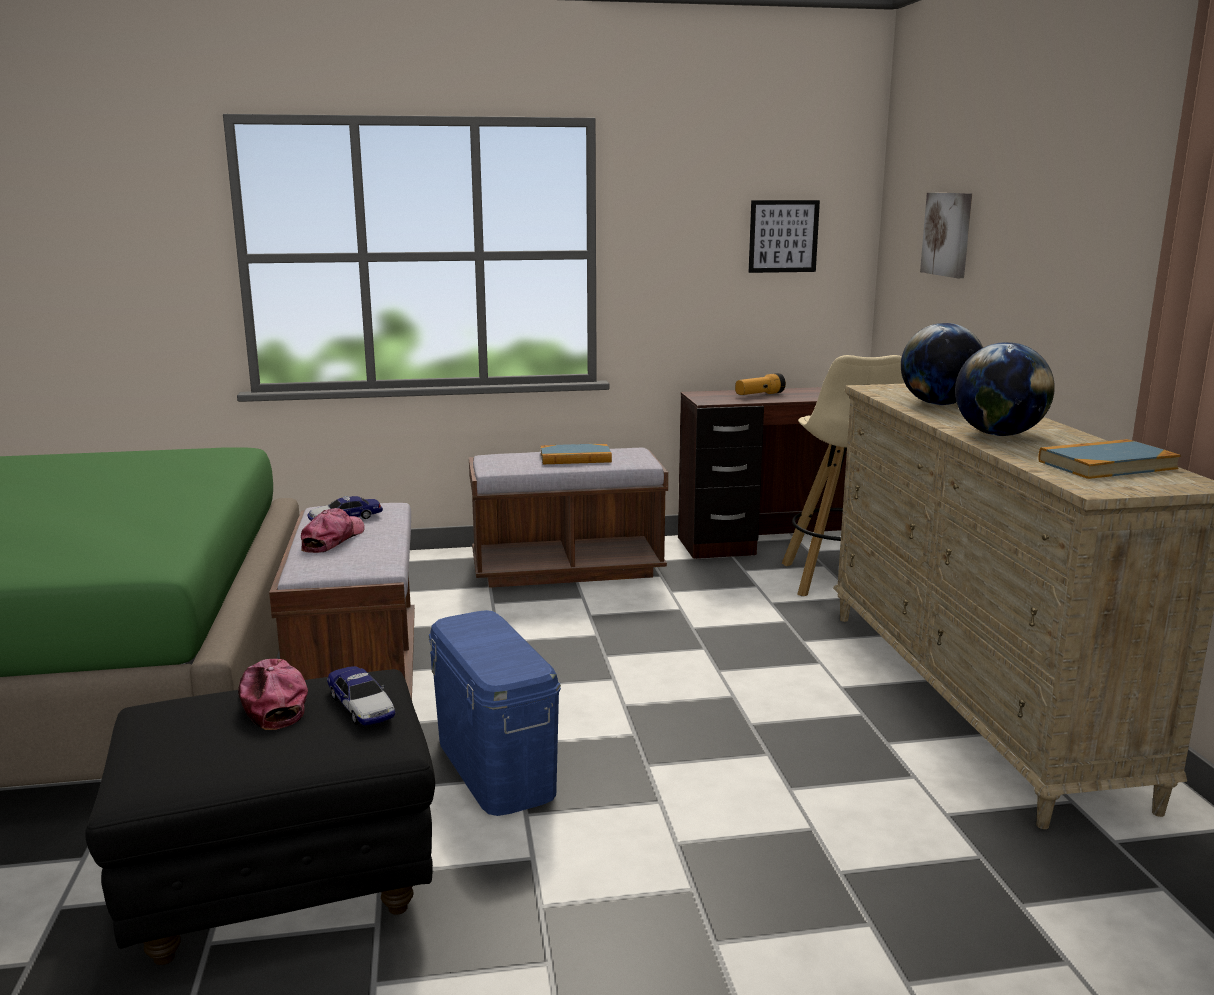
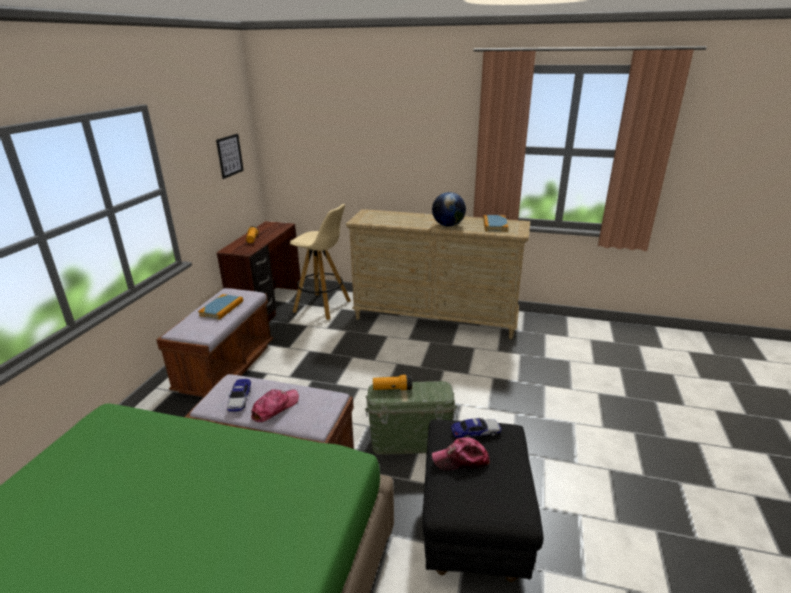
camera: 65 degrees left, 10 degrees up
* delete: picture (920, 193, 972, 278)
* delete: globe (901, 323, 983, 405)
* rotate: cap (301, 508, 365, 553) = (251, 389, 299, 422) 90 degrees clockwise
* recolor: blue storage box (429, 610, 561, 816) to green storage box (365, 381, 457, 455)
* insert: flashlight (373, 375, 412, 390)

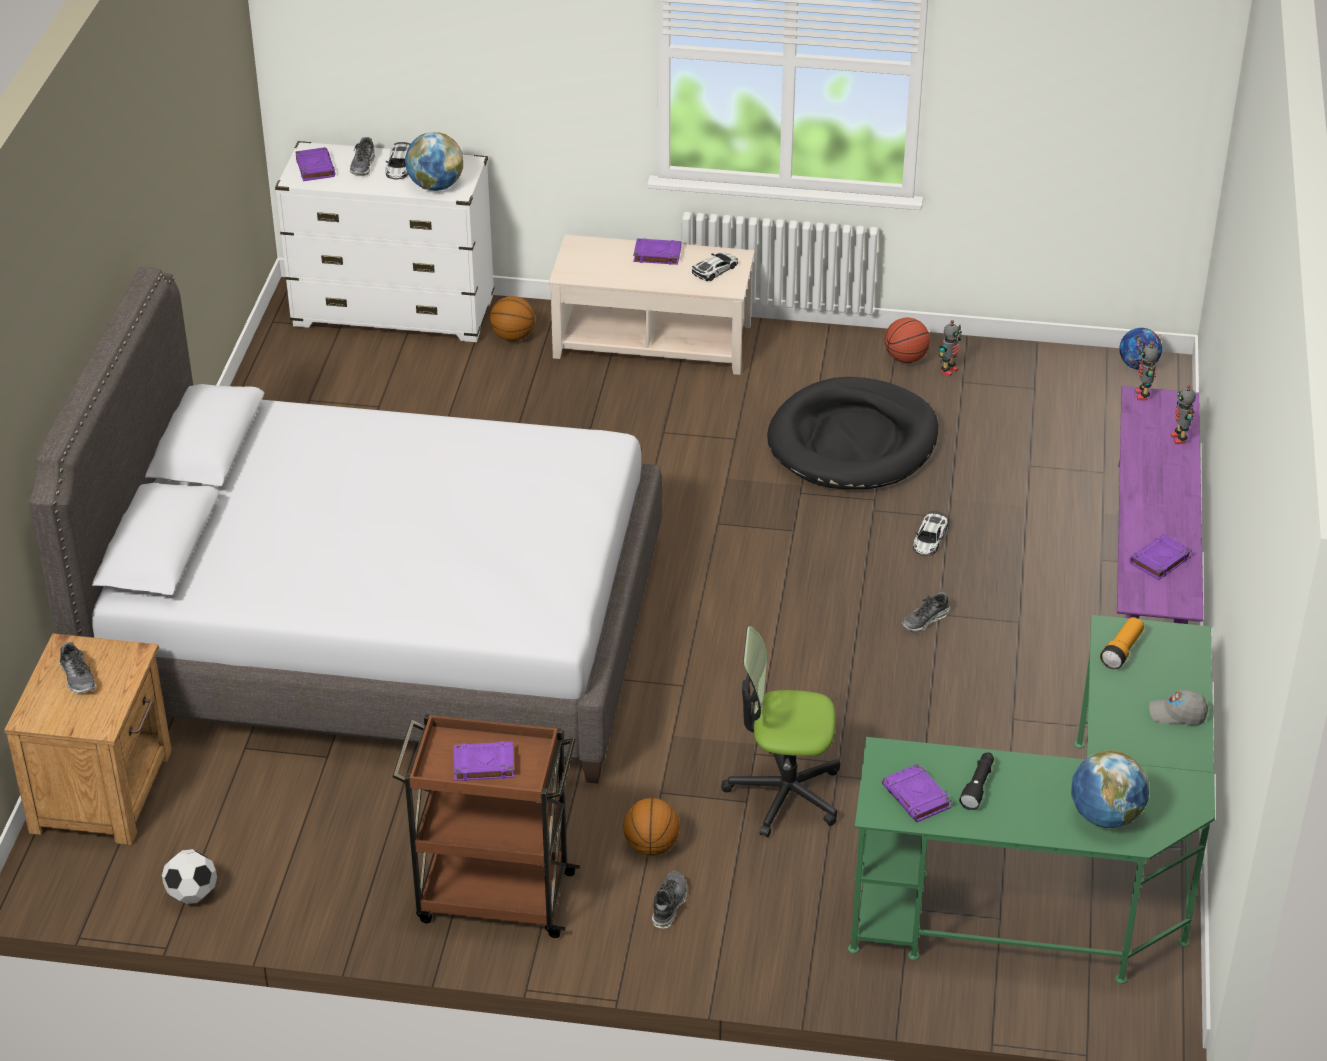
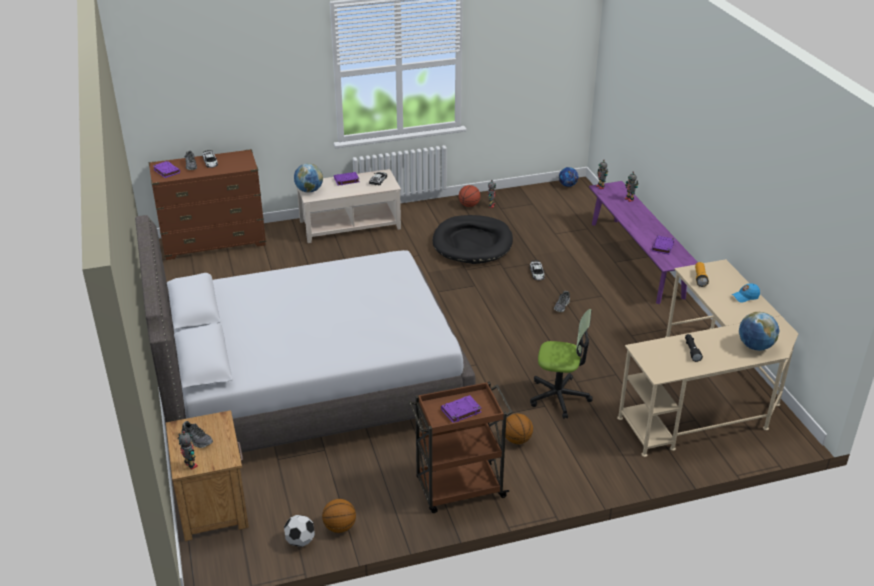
camera: 25 degrees left, 5 degrees down
* move: globe (405, 132, 463, 191) to (294, 163, 323, 193)
* recolor: white dresser (275, 141, 494, 342) to brown dresser (149, 149, 266, 260)
* move: basketball (490, 296, 535, 341) to (322, 499, 356, 533)
* recolor: green desk (848, 615, 1215, 984) to beige desk (617, 259, 799, 457)
* rotate: office chair (721, 626, 840, 837) = (530, 309, 593, 419) 150 degrees counterclockwise
* recolor: grey cap (1149, 690, 1208, 726) to blue cap (732, 284, 760, 303)
* delete: purple book (882, 764, 952, 822)
* delete: shoe (652, 871, 687, 929)
* insert: toy robot (178, 431, 198, 470)

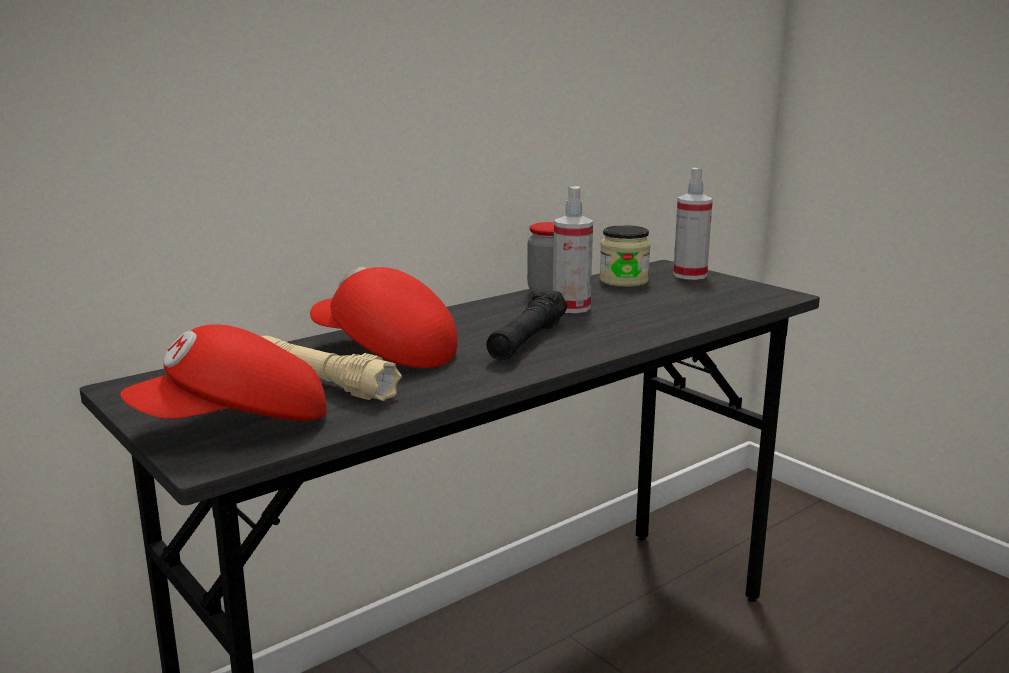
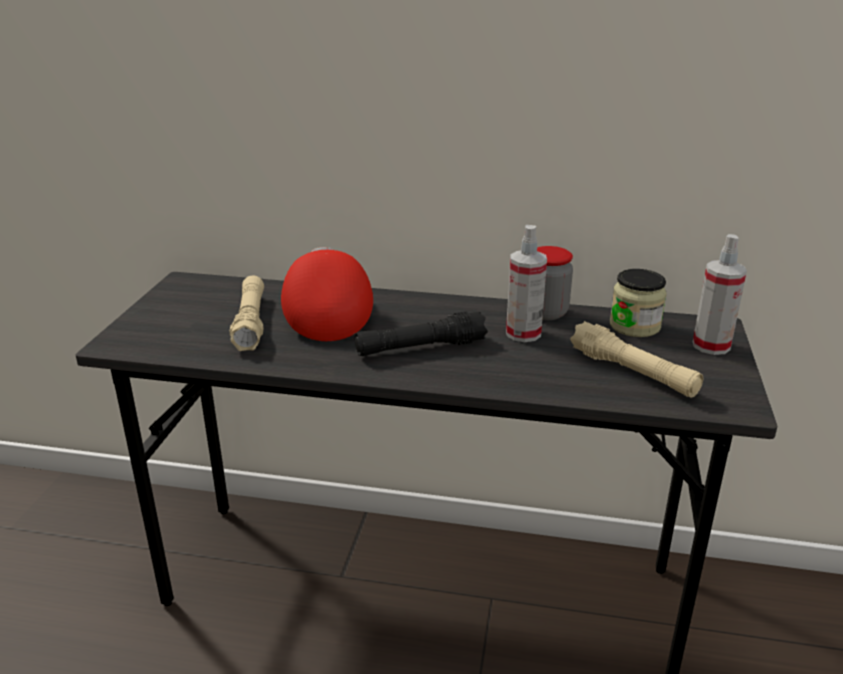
camera: 50 degrees right, 10 degrees up
* delete: red cap (120, 324, 327, 421)
* insert: beige flashlight (570, 321, 703, 398)

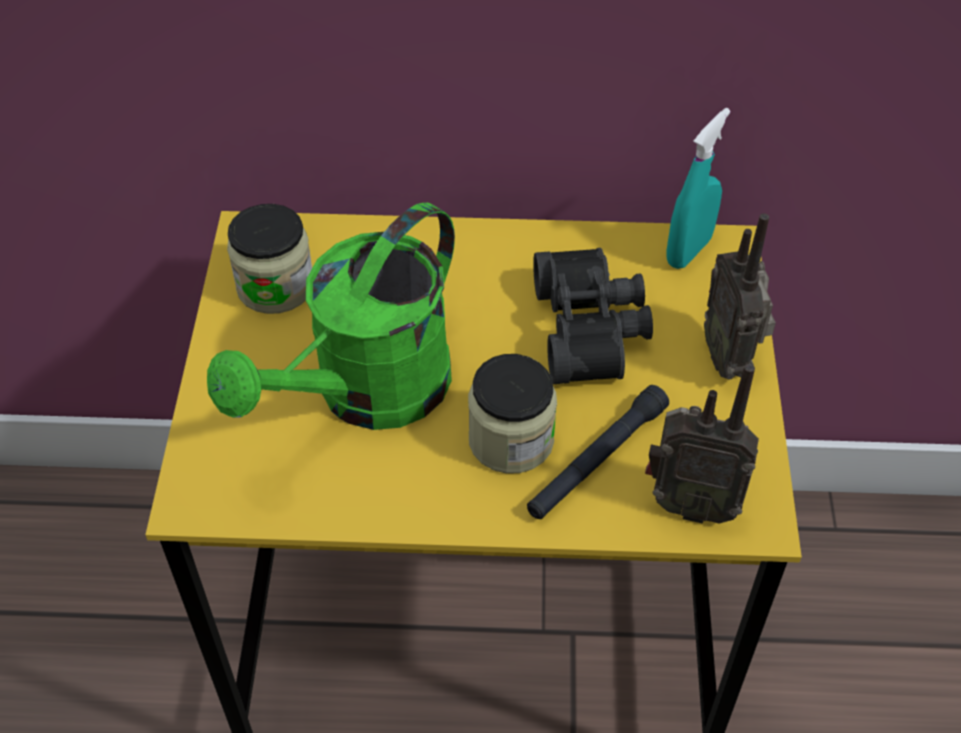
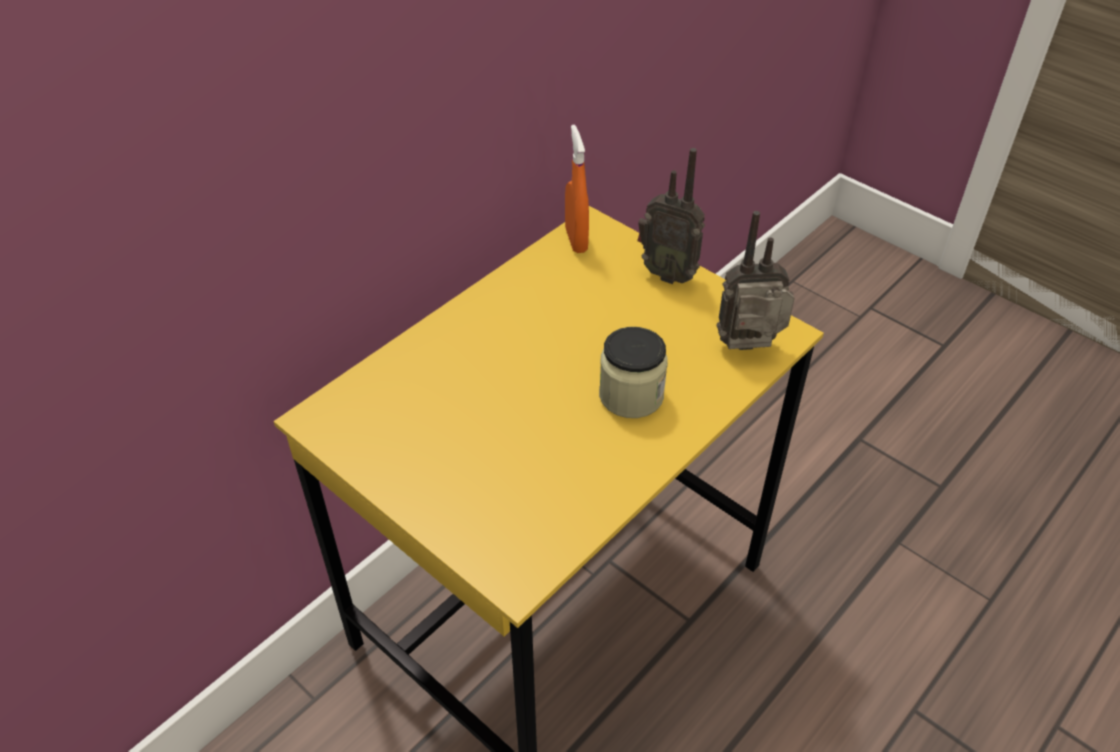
camera: 50 degrees left, 5 degrees down
* recolor: turquoise spray bottle (666, 108, 730, 269) to orange spray bottle (565, 125, 589, 253)
* delete: green watering can (207, 203, 455, 430)
* delete: jar (227, 204, 312, 314)
* delete: black binoculars (533, 248, 653, 384)
* rotate: radio (645, 364, 759, 524) = (716, 211, 795, 350) 150 degrees counterclockwise
* delete: black flashlight (527, 385, 669, 519)

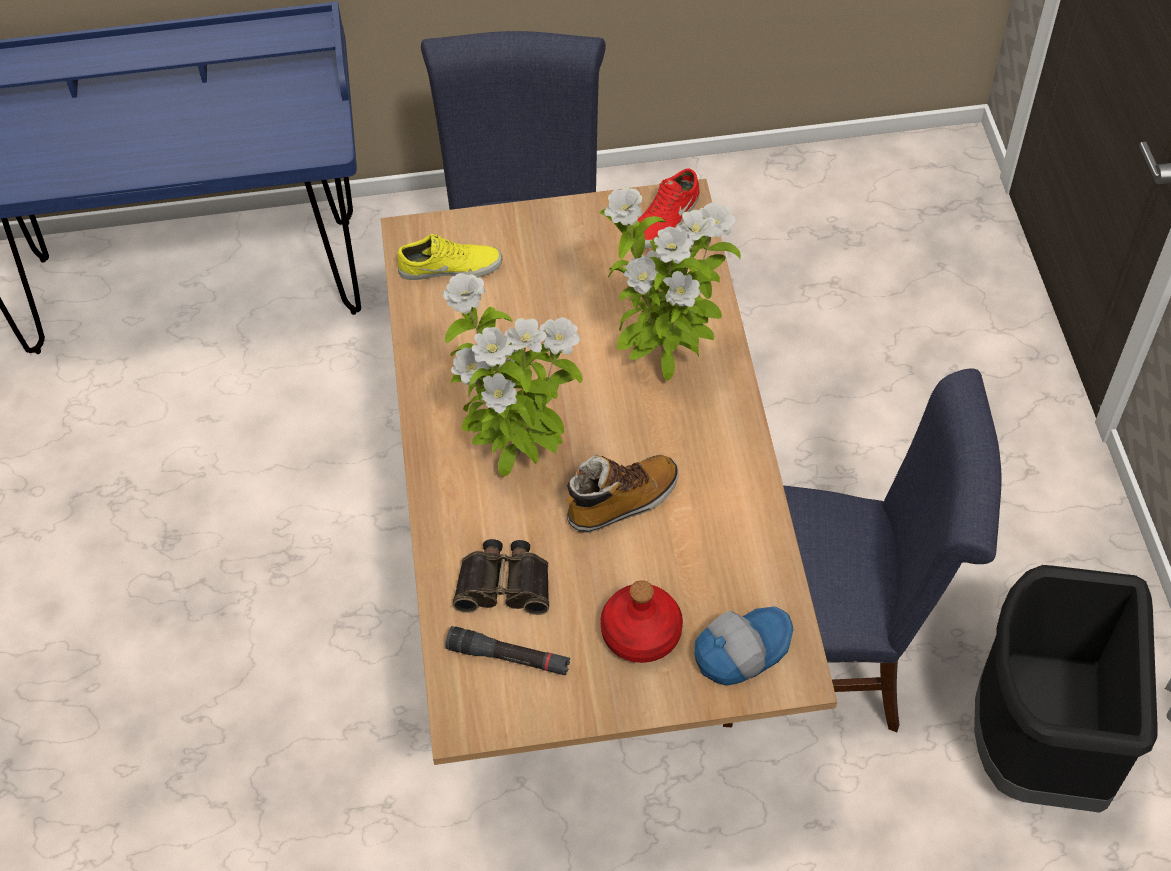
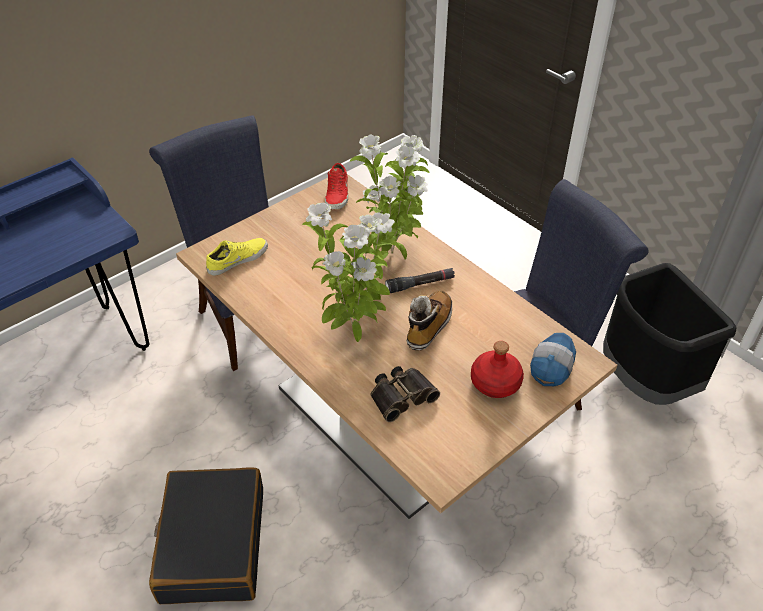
camera: 35 degrees left, 10 degrees down
* move: black flashlight (445, 626, 570, 675) to (385, 268, 455, 293)
* insert: black suitcase (149, 467, 263, 604)

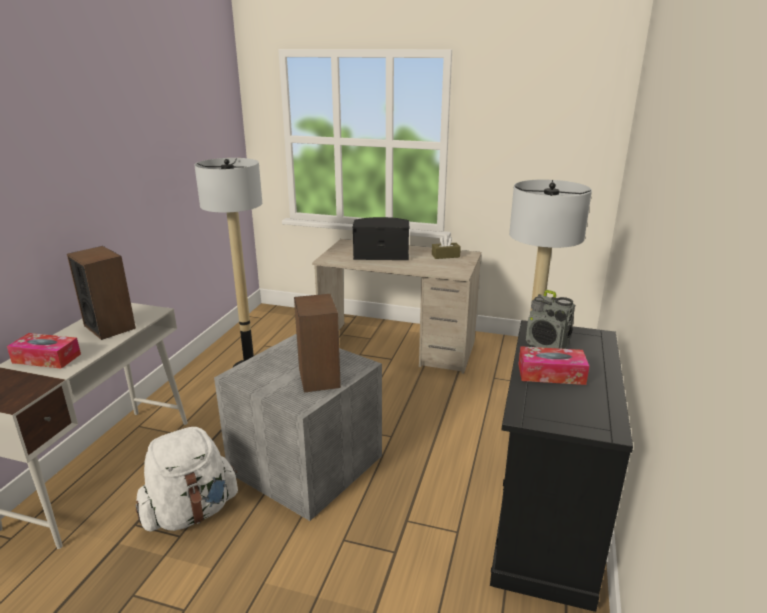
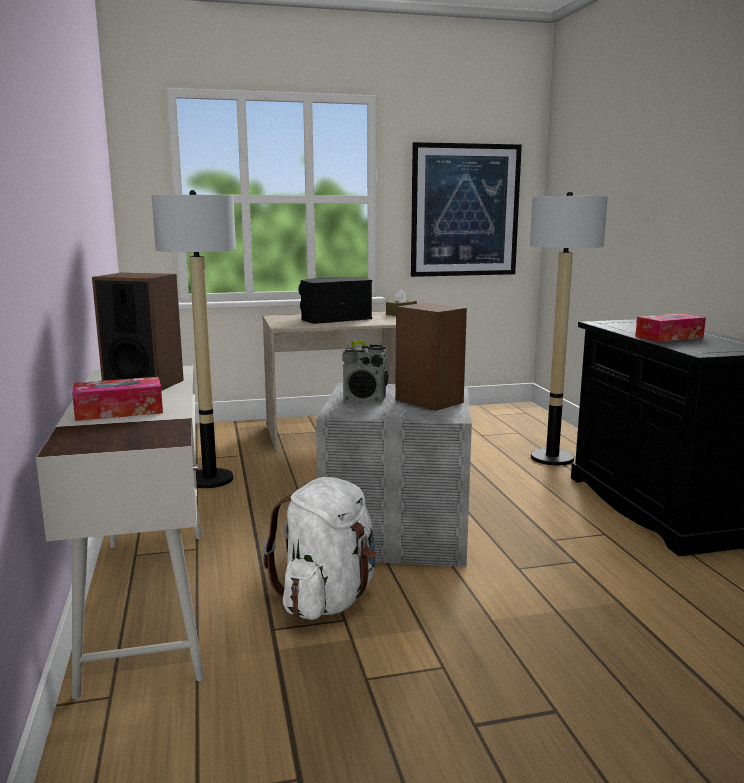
camera: 30 degrees left, 10 degrees down
* move: radio (526, 290, 575, 349) to (342, 340, 388, 403)
* insert: picture (411, 142, 522, 277)

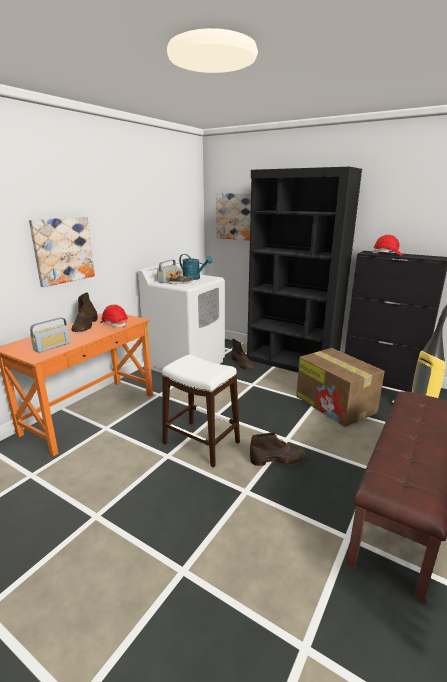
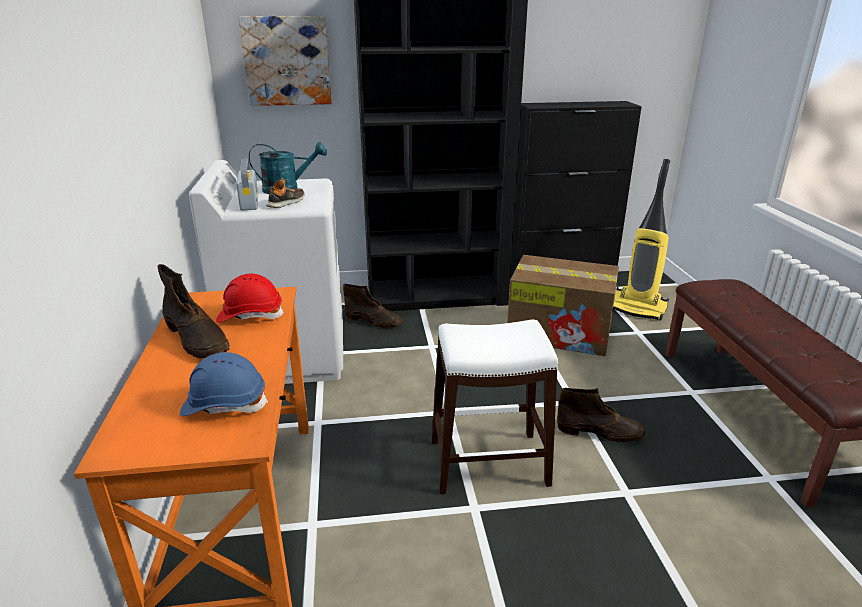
camera: 40 degrees left, 5 degrees up
* delete: picture (29, 216, 95, 287)
* delete: red hard hat (372, 235, 402, 256)
* replace: radio (30, 317, 70, 353) to blue hard hat (180, 352, 268, 416)
* rotate: brown boot (250, 431, 306, 466) = (557, 388, 645, 442) 60 degrees clockwise

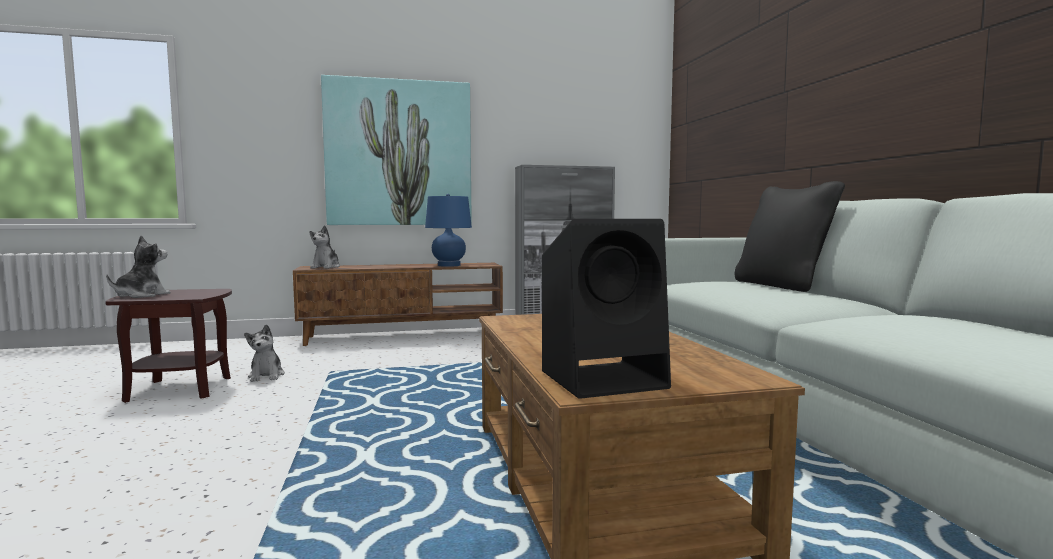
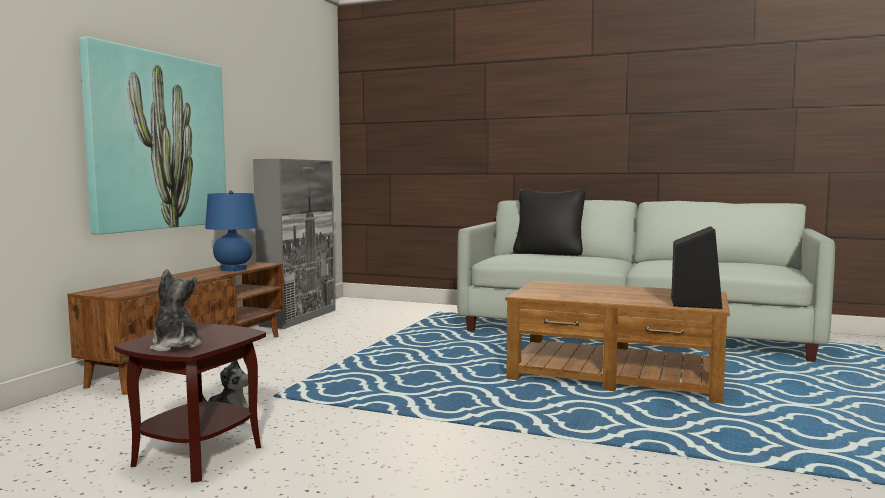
camera: 55 degrees left, 0 degrees up
* delete: plush toy (309, 225, 340, 269)

